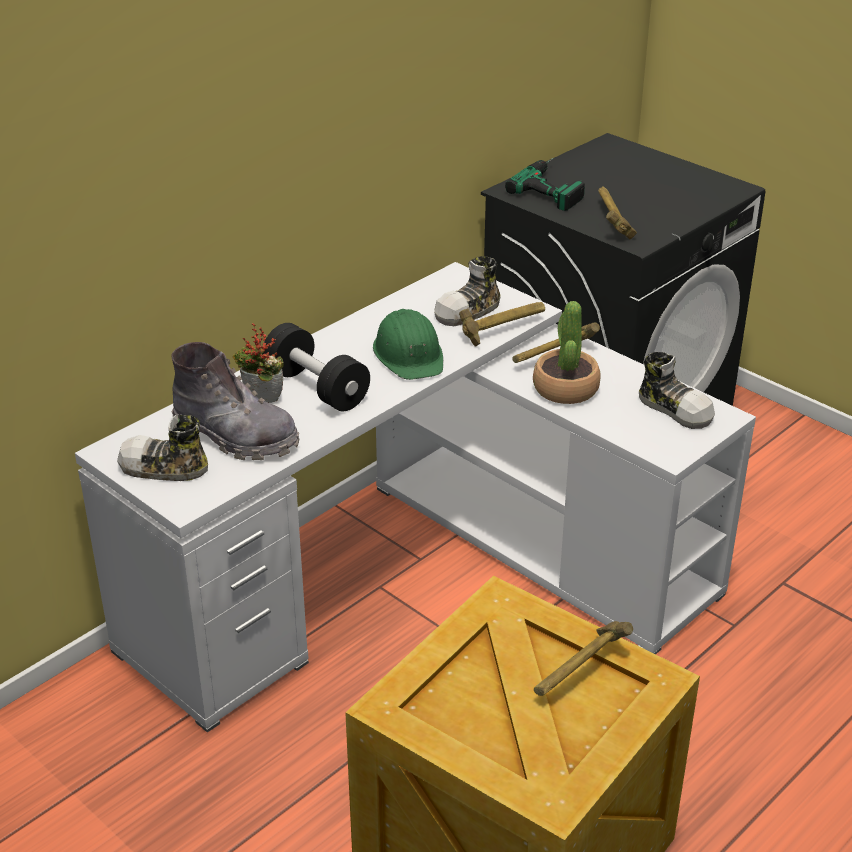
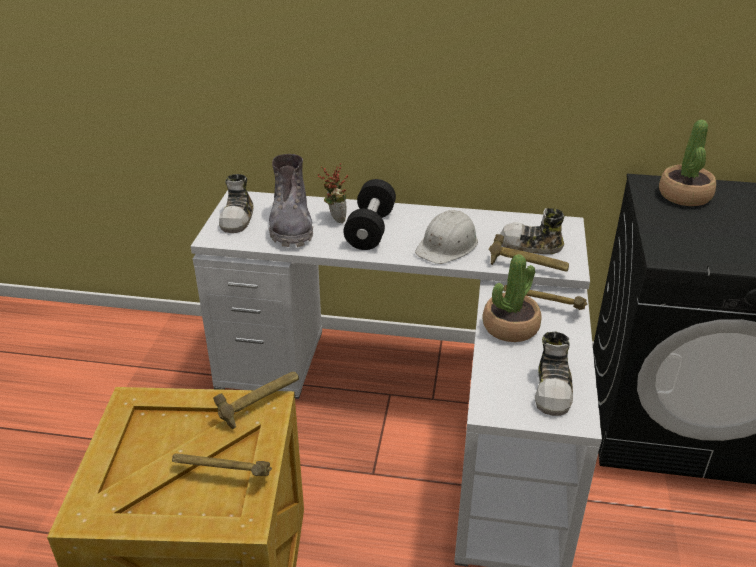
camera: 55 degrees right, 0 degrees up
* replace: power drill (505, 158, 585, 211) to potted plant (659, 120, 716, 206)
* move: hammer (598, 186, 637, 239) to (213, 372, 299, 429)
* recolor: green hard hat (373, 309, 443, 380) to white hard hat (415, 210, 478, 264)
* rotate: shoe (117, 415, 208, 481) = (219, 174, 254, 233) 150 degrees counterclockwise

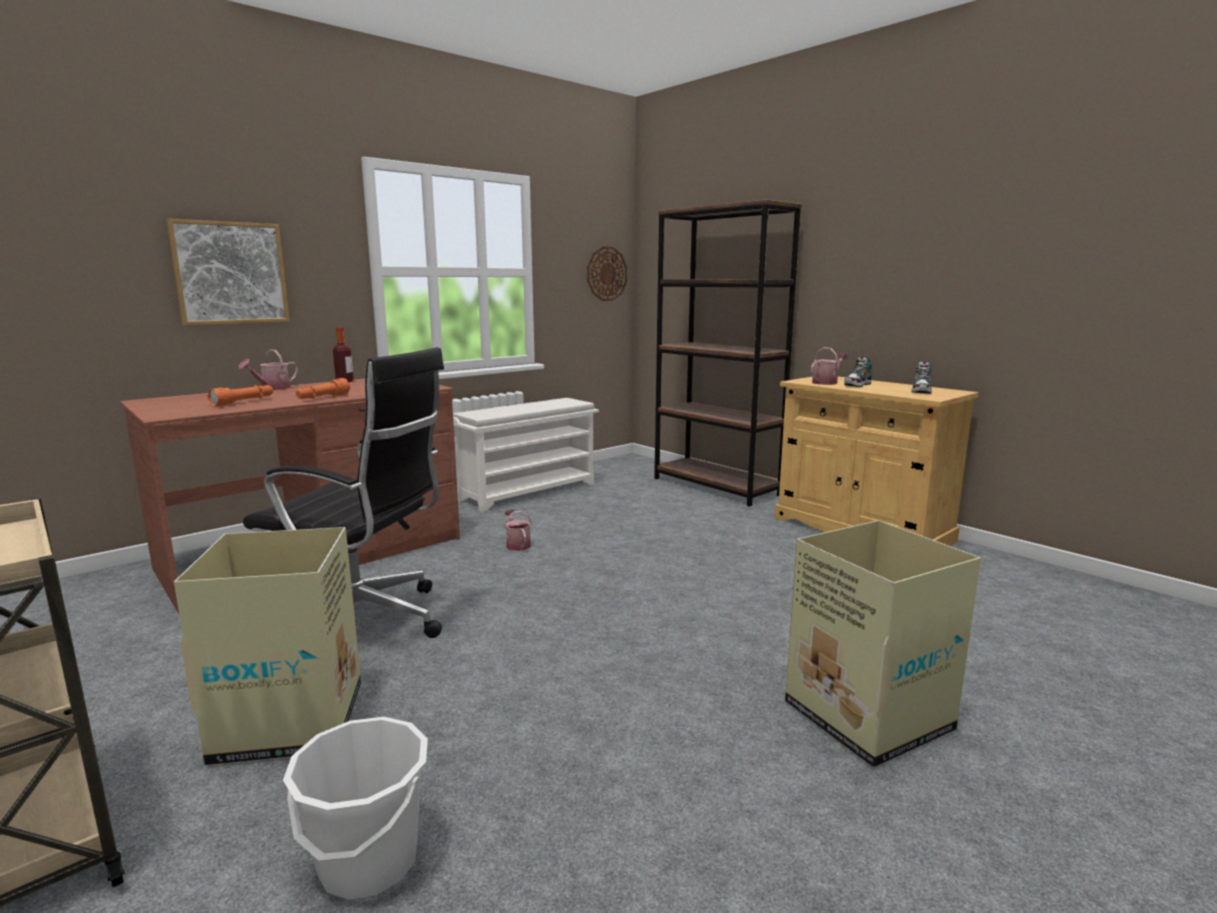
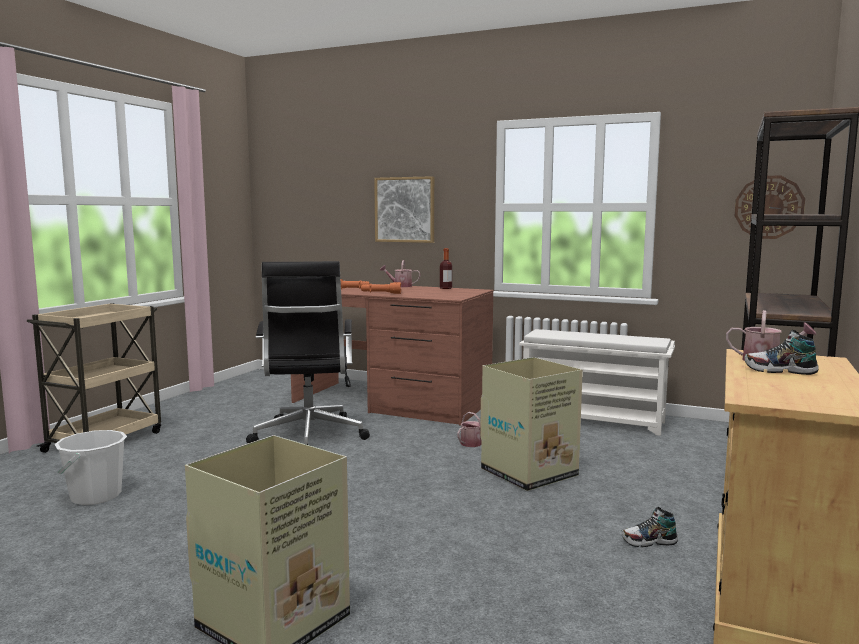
camera: 65 degrees right, 5 degrees down
* move: shoe (912, 361, 932, 394) to (621, 507, 678, 547)
* move: cardboard box (174, 527, 361, 765) to (480, 357, 583, 491)

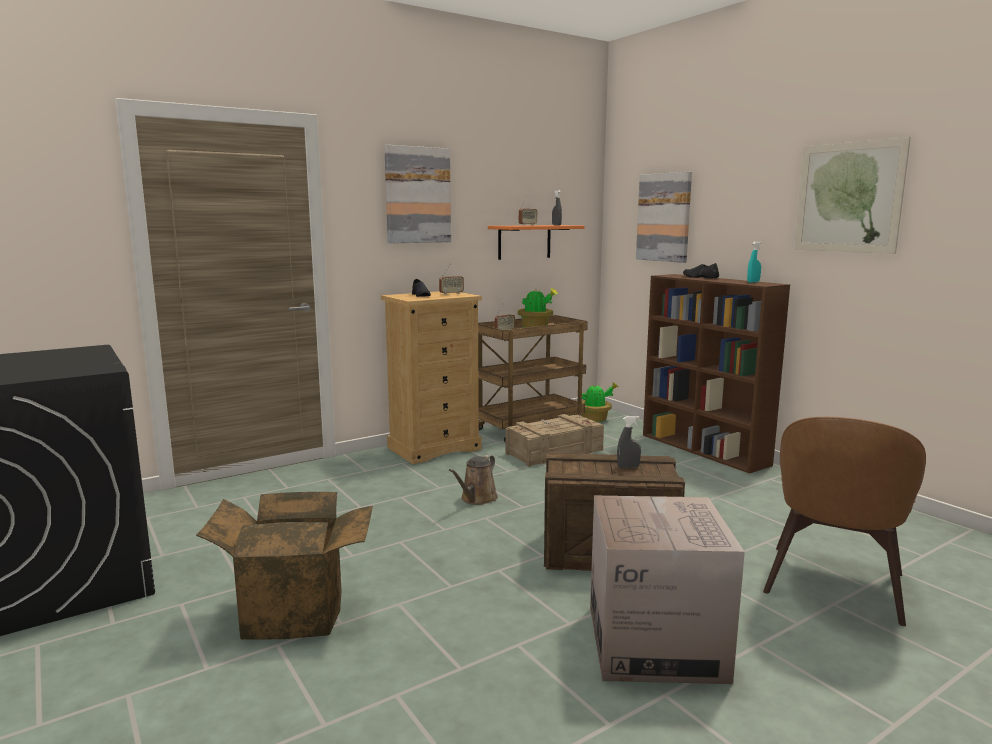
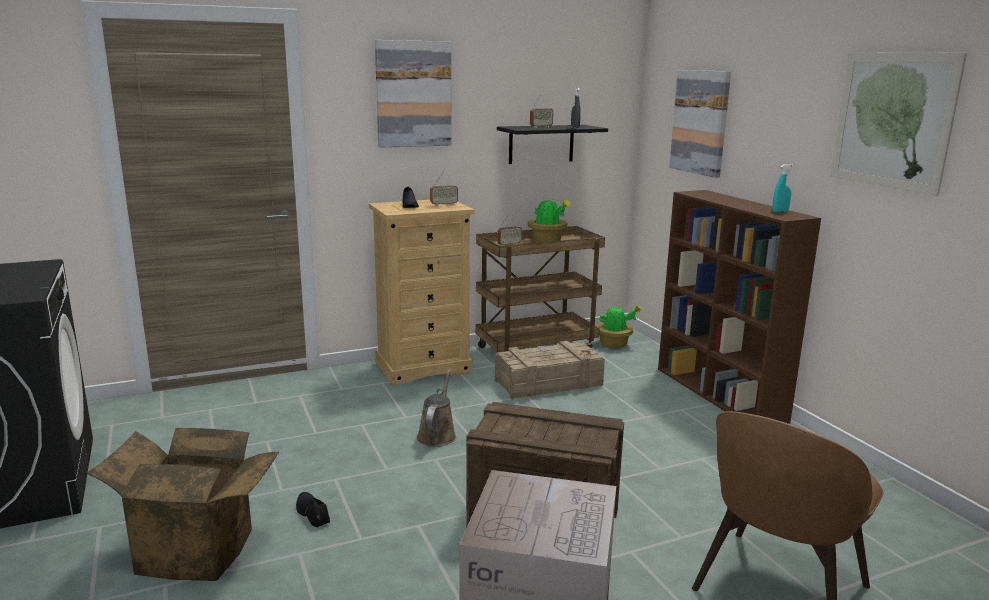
camera: 10 degrees right, 5 degrees up
* recolor: orange shelf (488, 225, 585, 260) to black shelf (497, 125, 608, 164)
* move: black shoe (683, 263, 719, 279) to (296, 492, 330, 527)
* delete: grey spray bottle (617, 416, 641, 468)
* rotate: brown watering can (449, 455, 498, 505) = (417, 369, 456, 447) 150 degrees clockwise

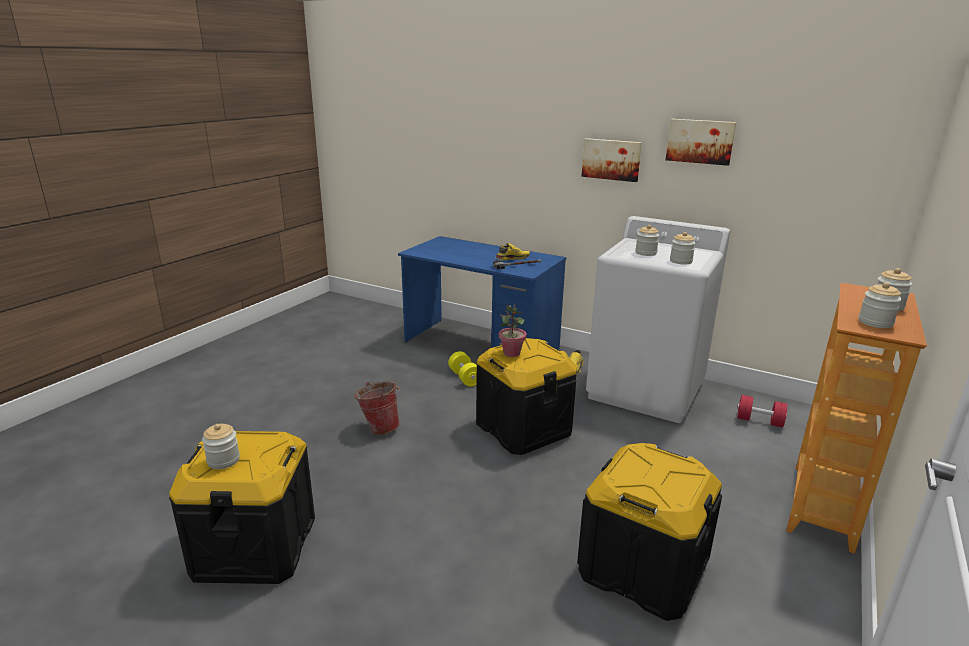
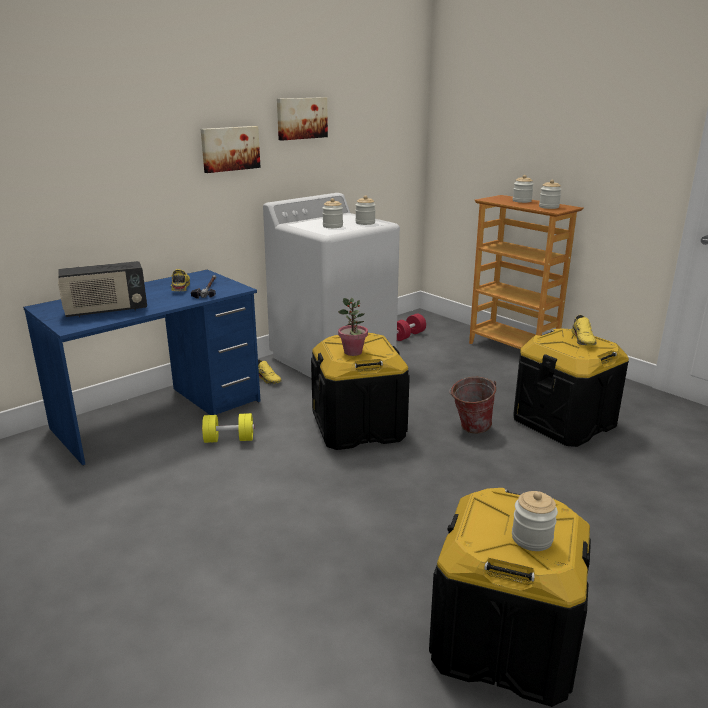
camera: 70 degrees left, 0 degrees up
* move: bucket (355, 381, 400, 435) to (449, 377, 496, 434)
* insert: radio (58, 261, 147, 317)
* insert: yellow shoe (571, 315, 597, 346)

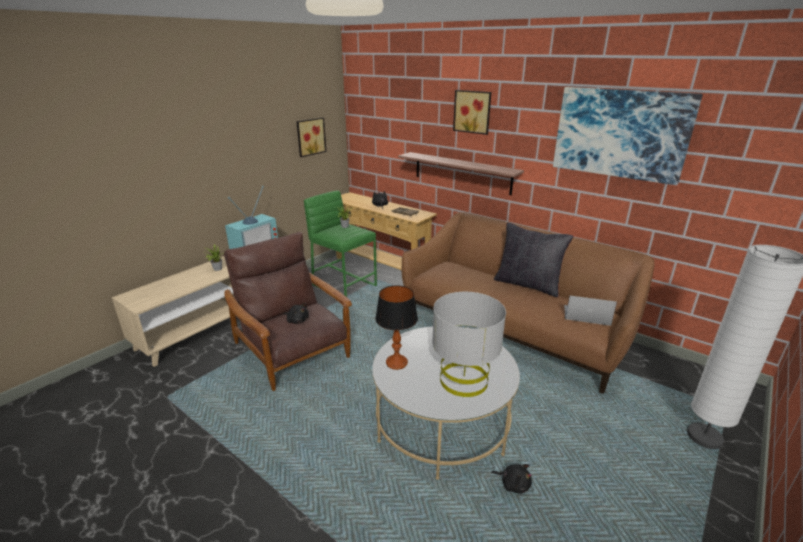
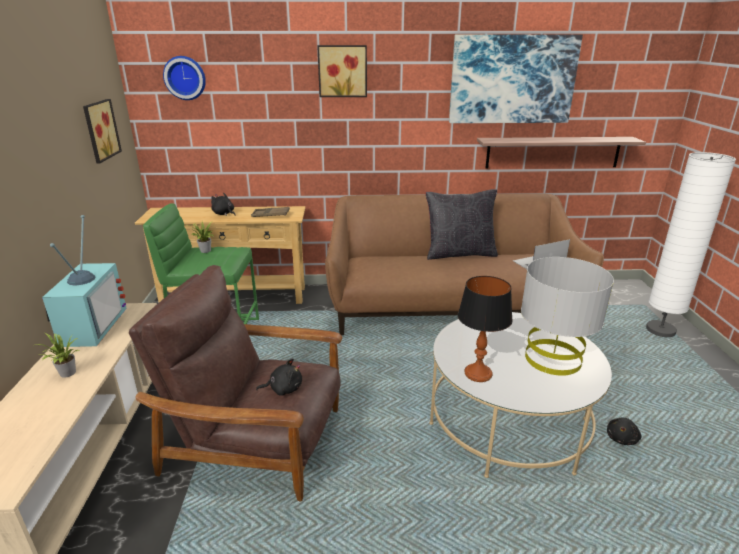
camera: 40 degrees left, 0 degrees up
* move: shelf (398, 152, 524, 195) to (477, 137, 646, 168)
* rotate: black plush toy (491, 464, 532, 493) = (607, 418, 641, 445) 135 degrees clockwise
* insert: wall clock (163, 56, 206, 100)

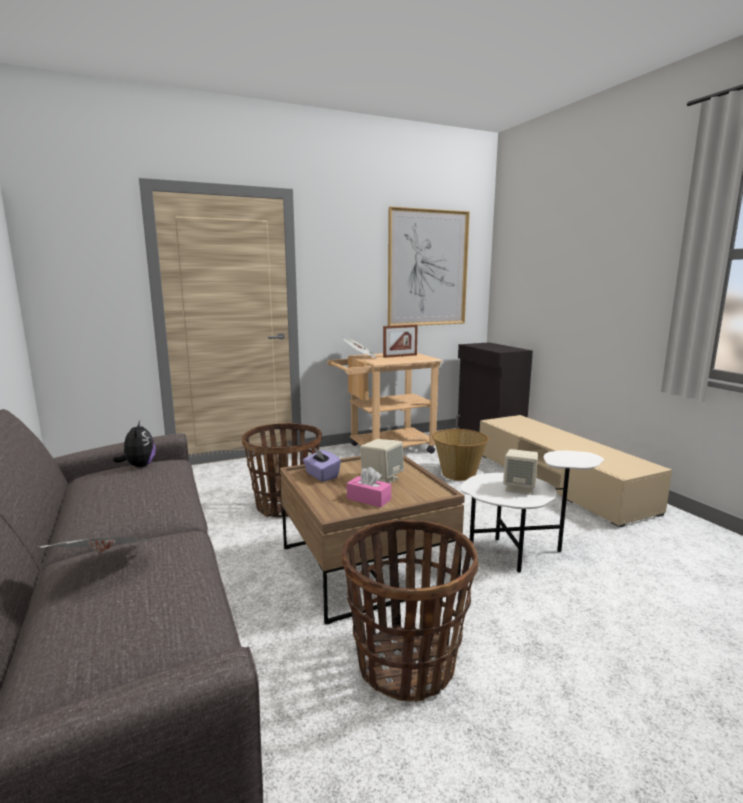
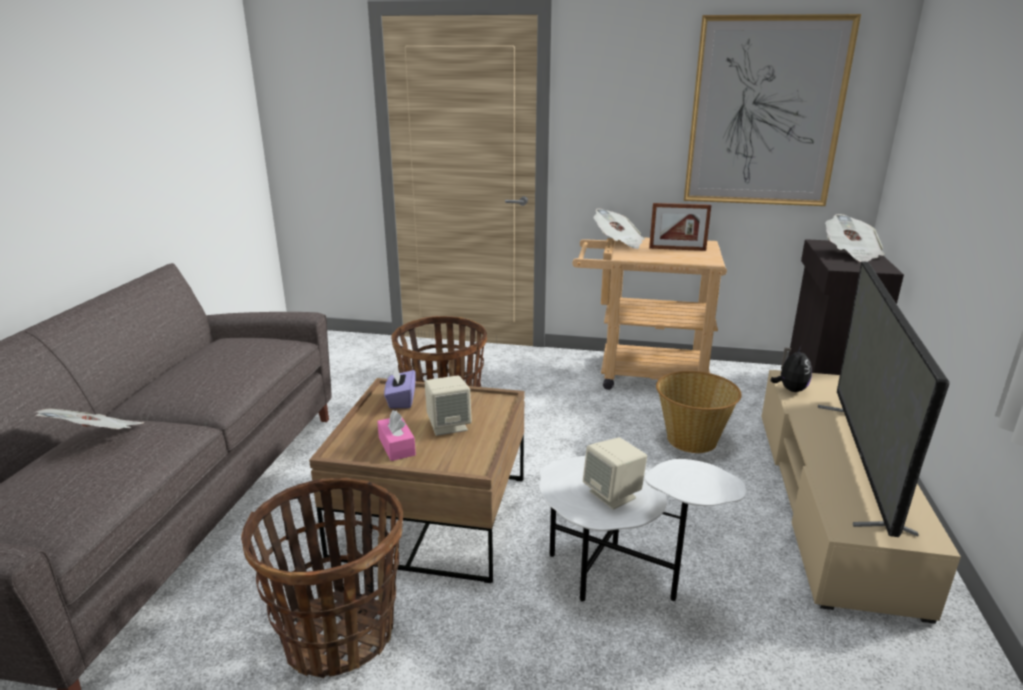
camera: 35 degrees right, 10 degrees up
* move: plush toy (113, 421, 156, 467) to (770, 346, 812, 392)
* insert: newspaper (825, 214, 885, 262)
* insert: television (818, 261, 950, 537)

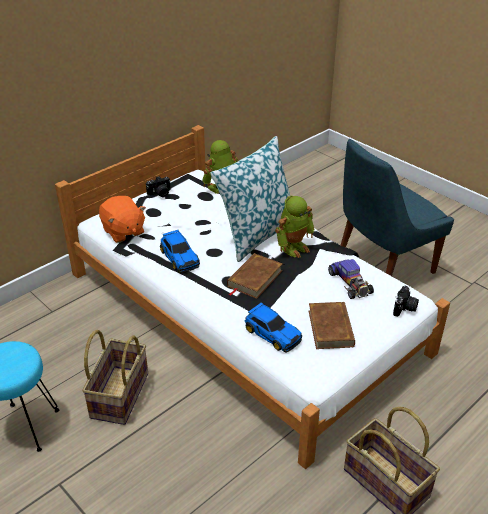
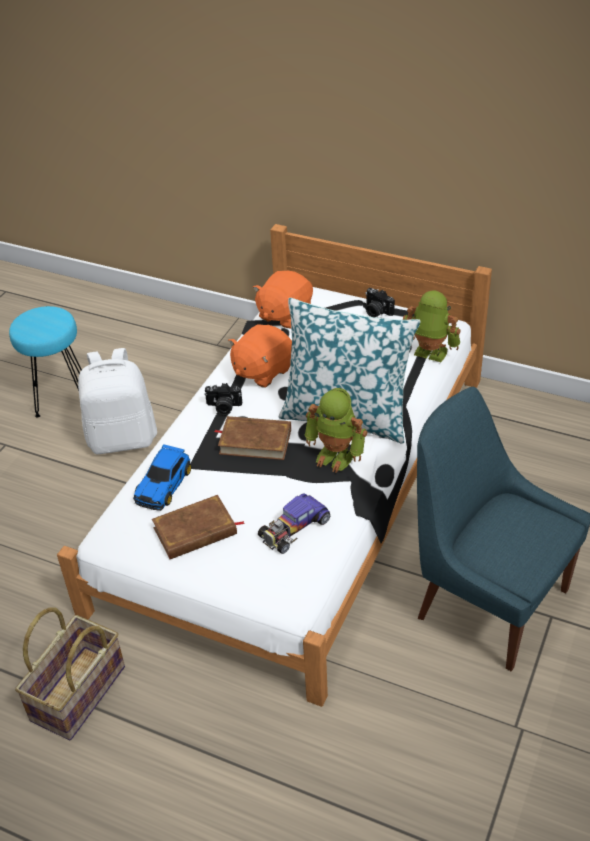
camera: 70 degrees right, 5 degrees up
* replace: toy car (160, 230, 200, 273) to orange plush toy (228, 324, 292, 388)
* move: photo camera (393, 286, 419, 317) to (204, 383, 242, 415)
* replace: basket (82, 330, 148, 425) to white backpack (78, 348, 157, 454)

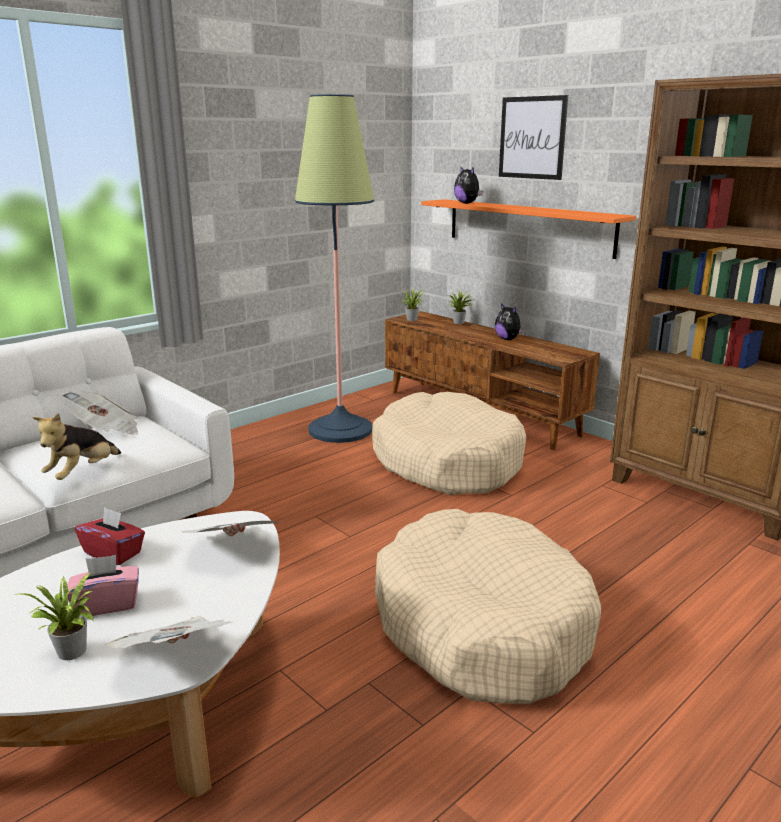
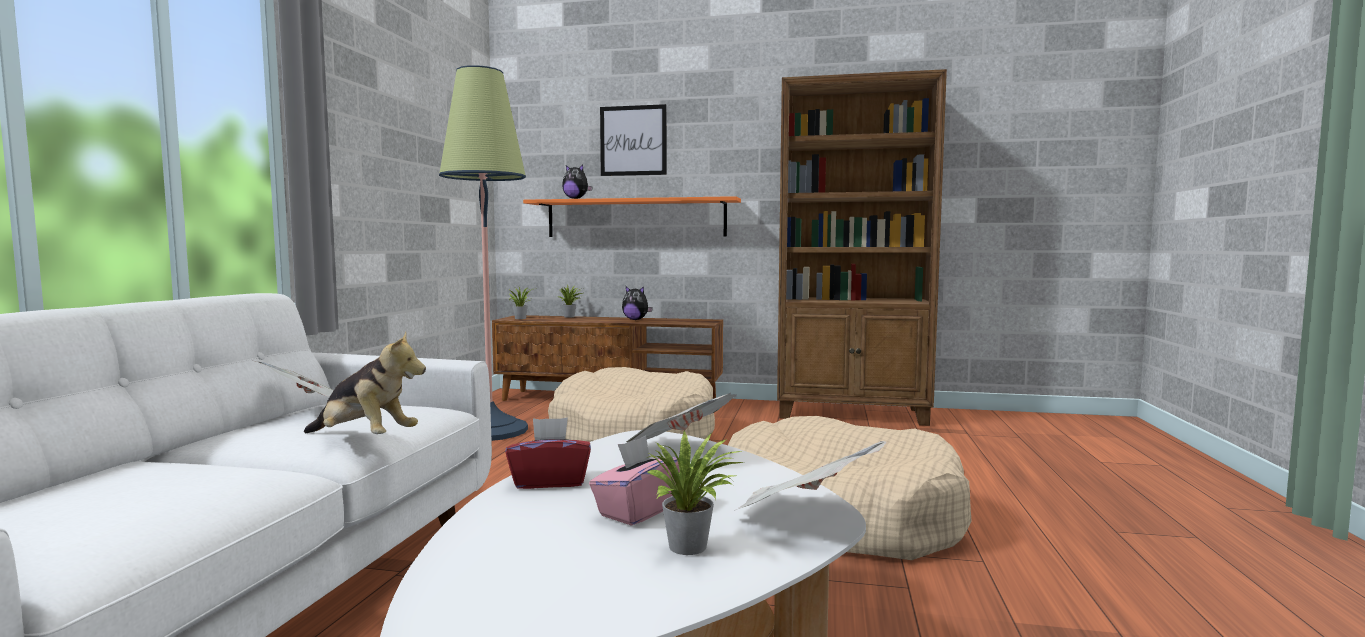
camera: 35 degrees left, 15 degrees down
* rotate: plush toy (33, 413, 121, 480) = (304, 331, 426, 434) 60 degrees counterclockwise

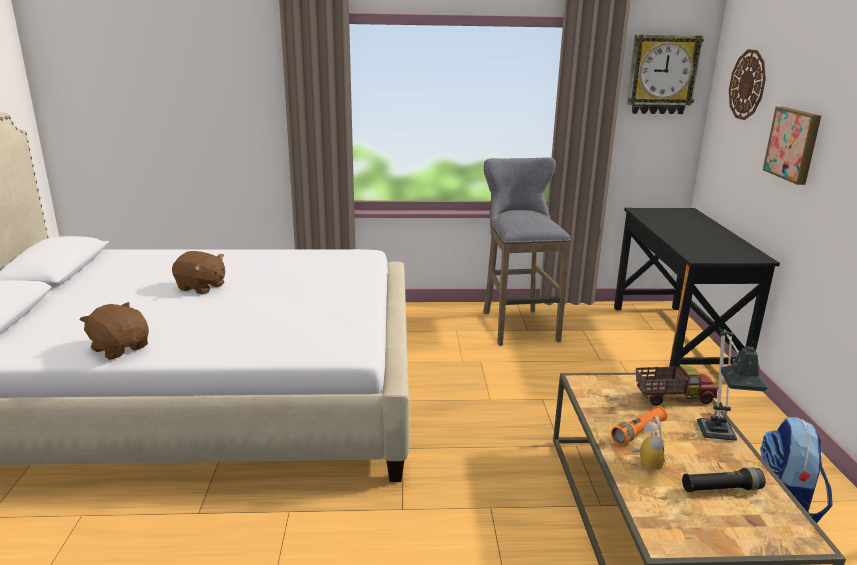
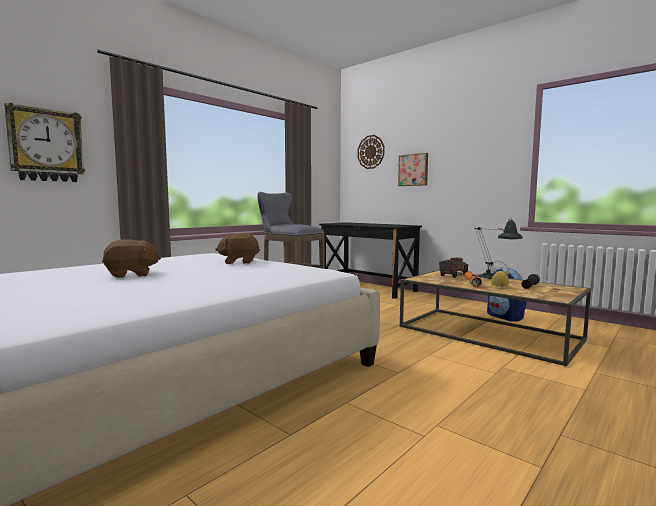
camera: 45 degrees left, 15 degrees down
* move: wall clock (627, 35, 704, 114) to (4, 103, 85, 182)
* move: brown plush toy (80, 302, 149, 360) to (215, 233, 260, 264)

